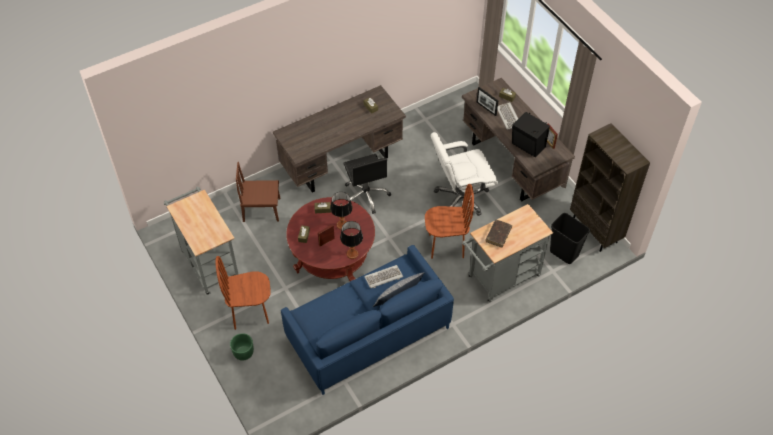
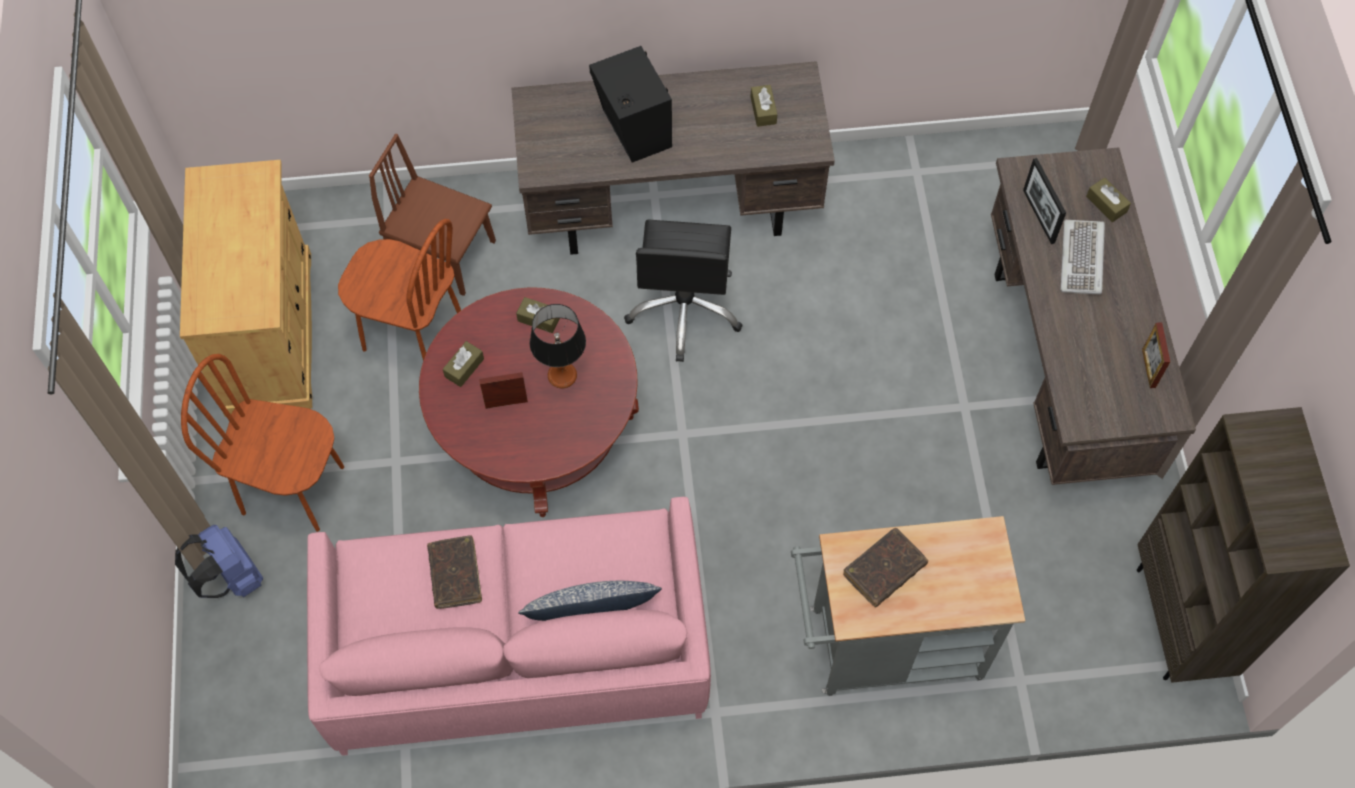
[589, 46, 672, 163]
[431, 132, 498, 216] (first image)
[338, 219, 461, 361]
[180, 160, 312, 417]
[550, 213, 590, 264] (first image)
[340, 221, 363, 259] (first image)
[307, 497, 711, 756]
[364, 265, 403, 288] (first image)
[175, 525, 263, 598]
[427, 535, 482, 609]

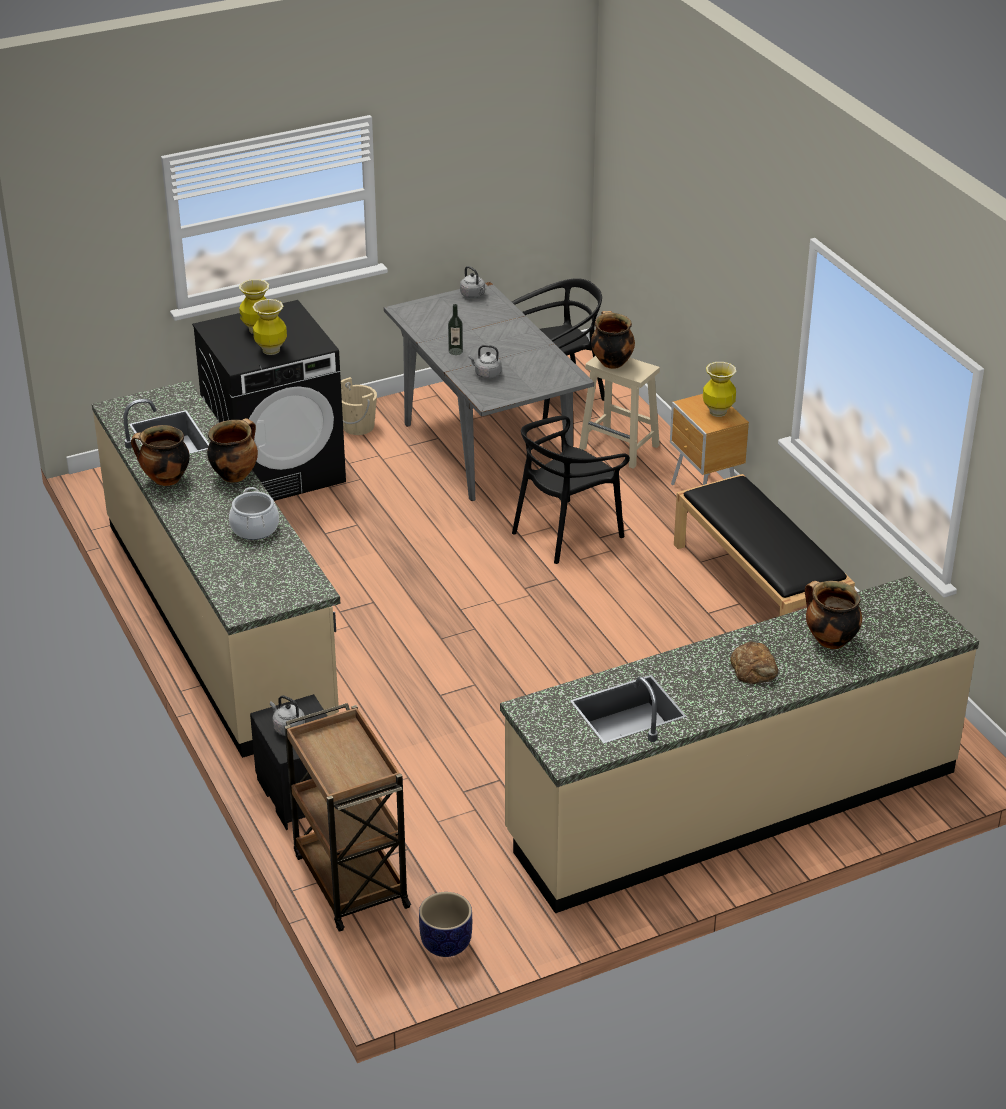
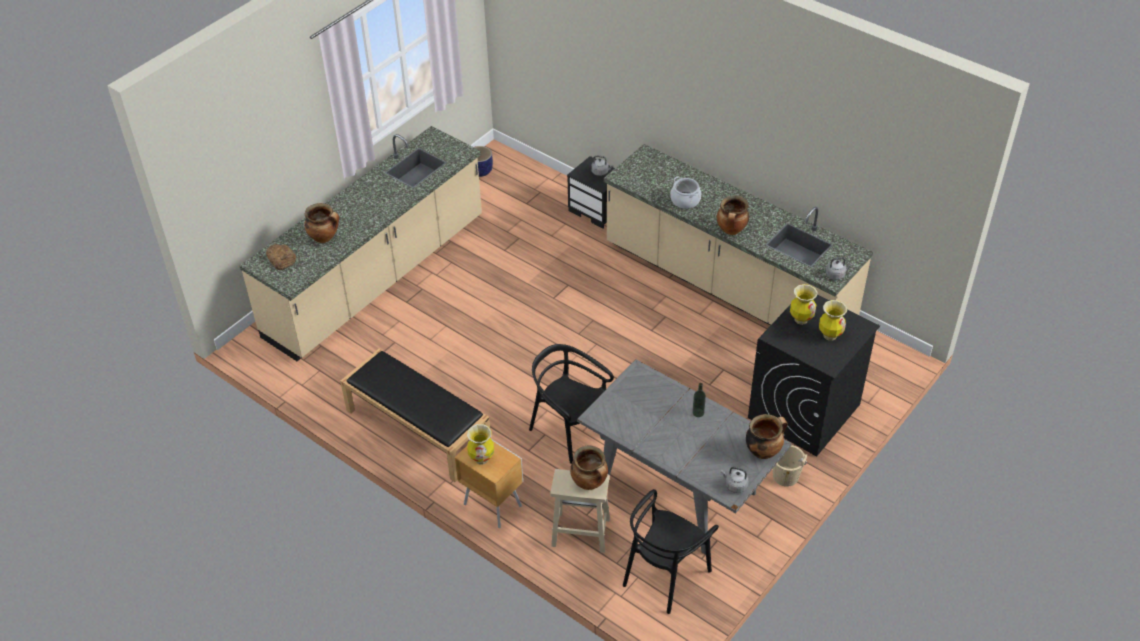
[826, 257, 852, 280]
[529, 344, 614, 464]
[746, 414, 788, 459]
[266, 244, 296, 270]
[284, 703, 411, 932] (first image)

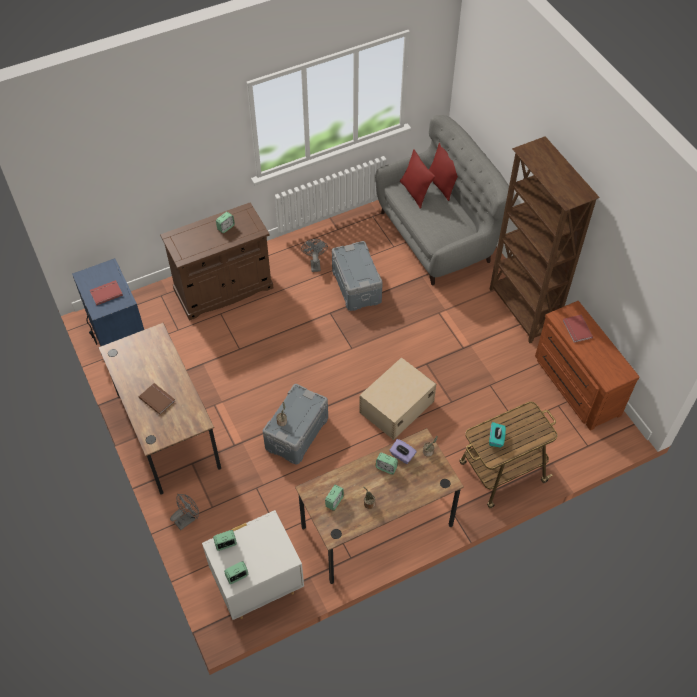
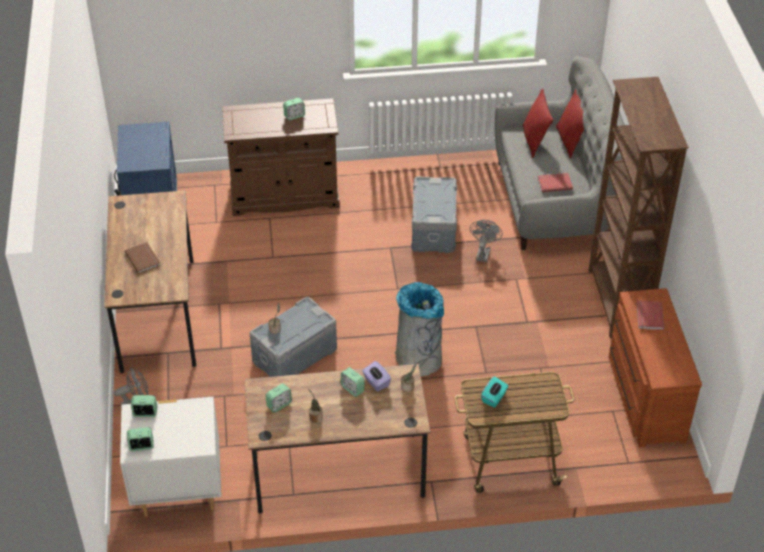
[470, 220, 503, 262]
[538, 173, 573, 192]
[395, 282, 444, 376]

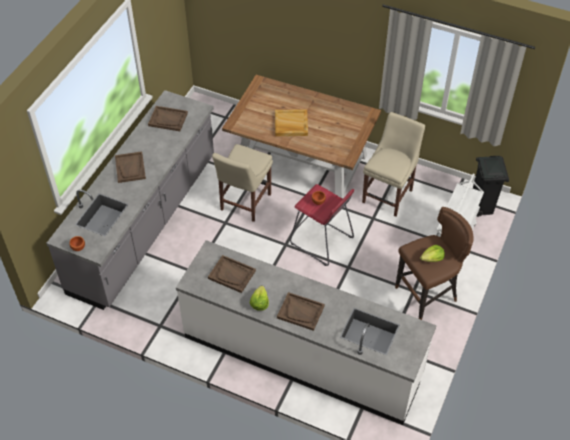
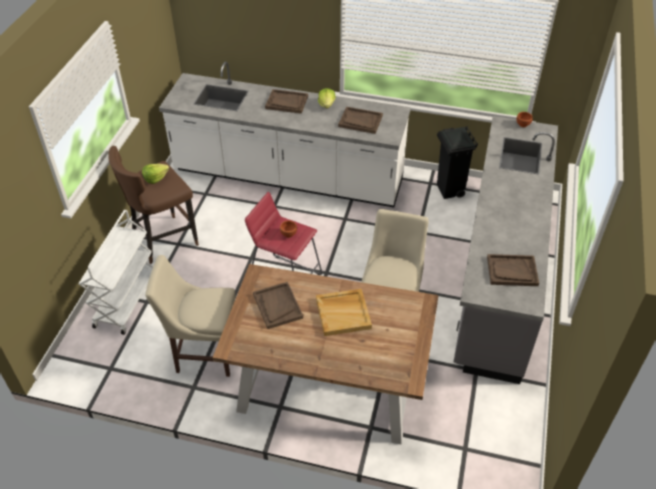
[145, 255, 235, 377]
[253, 282, 303, 329]
[437, 126, 478, 199]

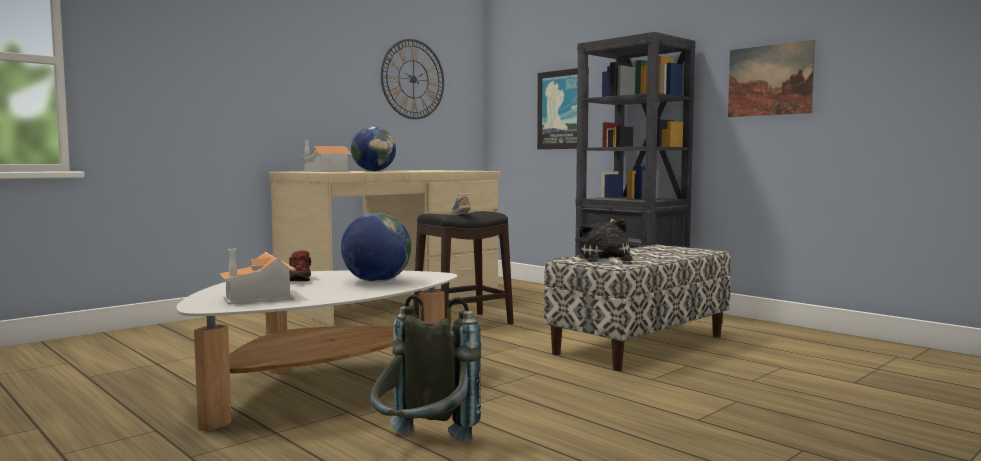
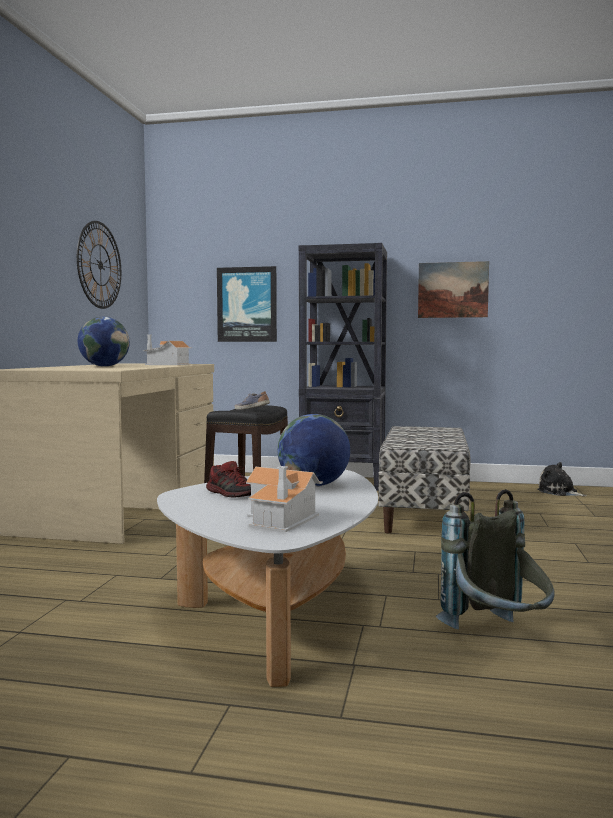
[143, 334, 192, 365]
[537, 462, 587, 496]

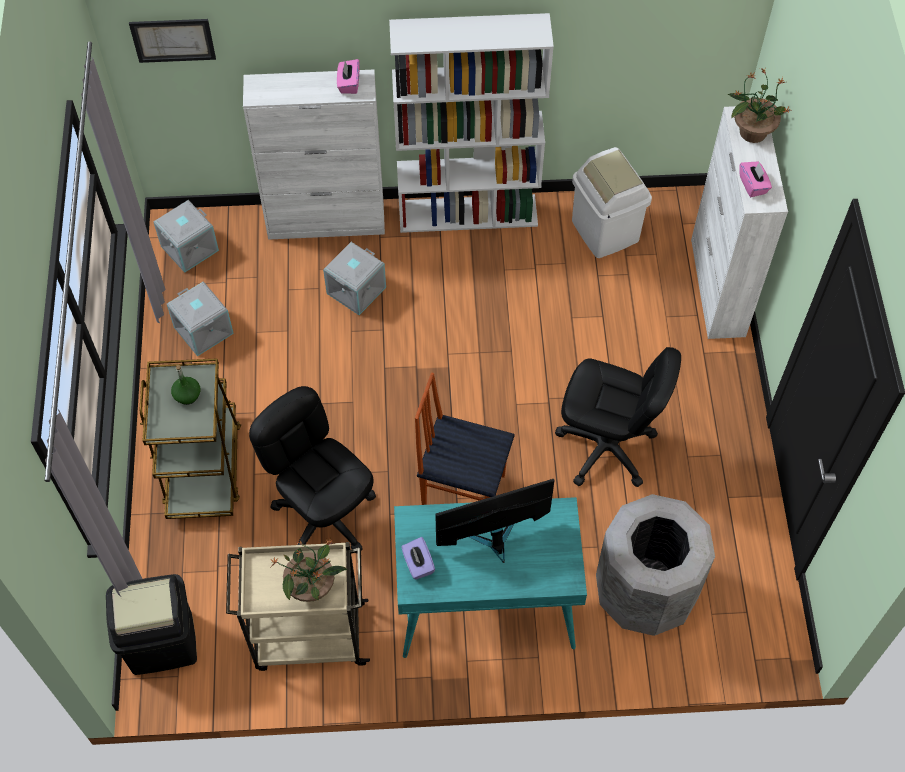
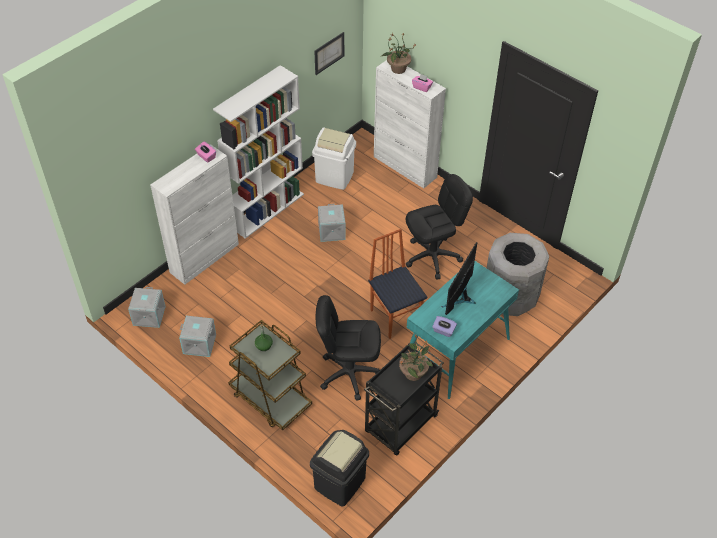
[314, 32, 344, 75]
[318, 204, 346, 242]
[368, 229, 427, 339]
[364, 342, 444, 456]

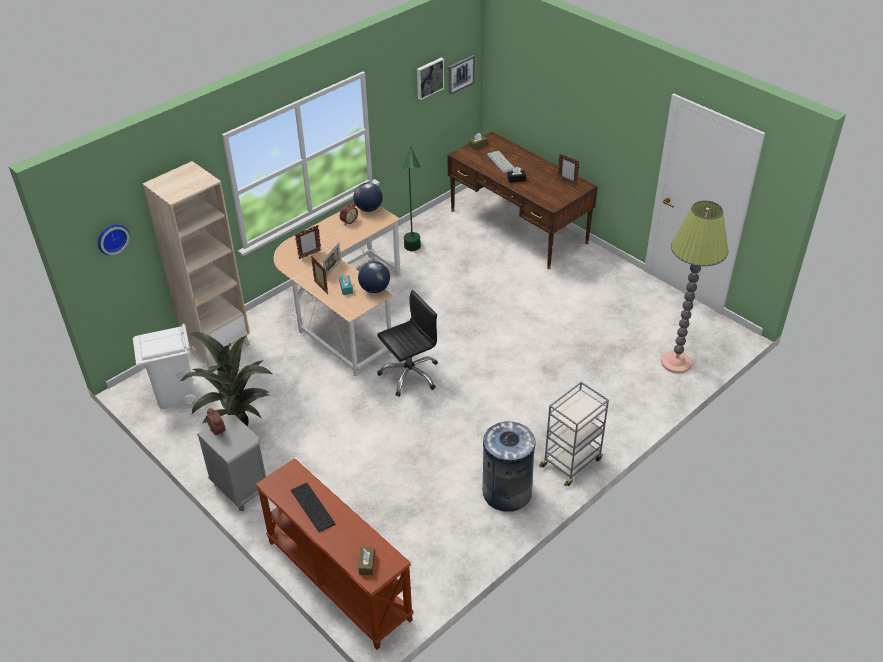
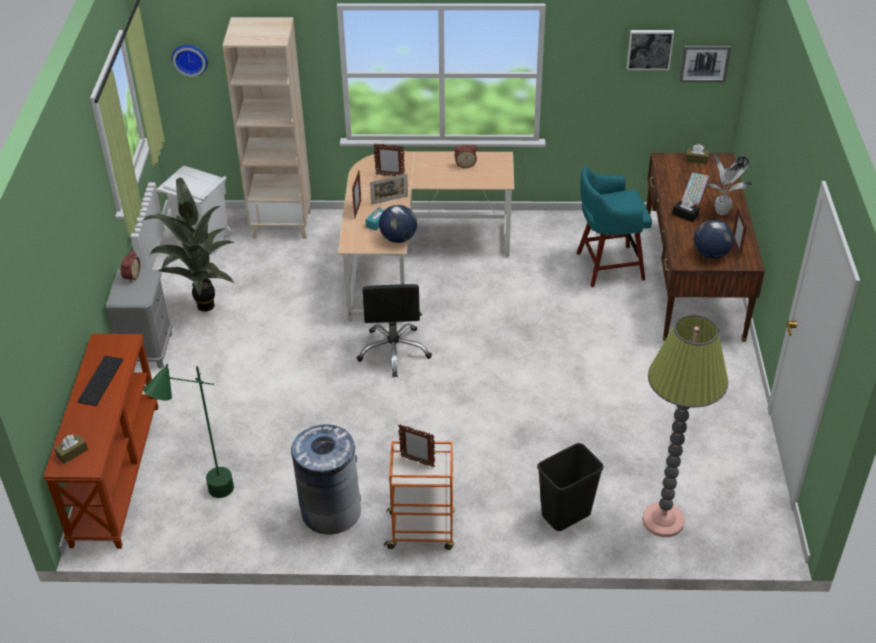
[143, 364, 234, 498]
[694, 220, 734, 259]
[356, 284, 432, 377]
[384, 441, 455, 550]
[707, 152, 752, 215]
[577, 166, 652, 287]
[398, 424, 435, 467]
[537, 443, 604, 531]

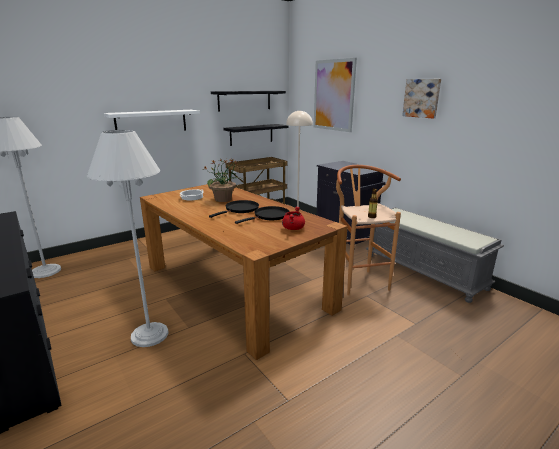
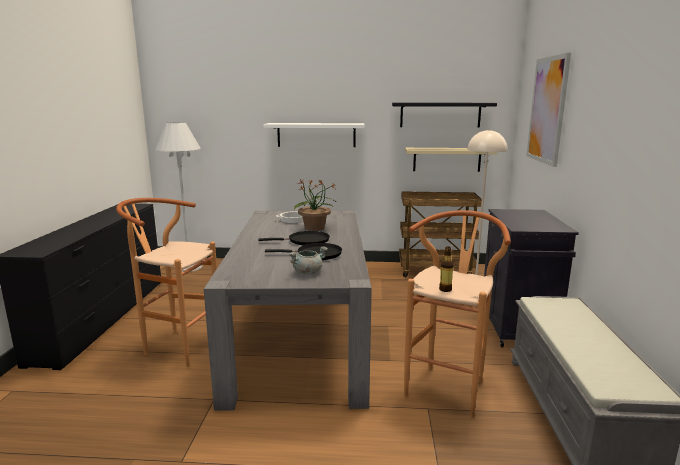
[402, 79, 441, 118] (first image)
[405, 148, 497, 172]
[116, 198, 217, 367]
[204, 210, 372, 411]
[289, 246, 328, 275]

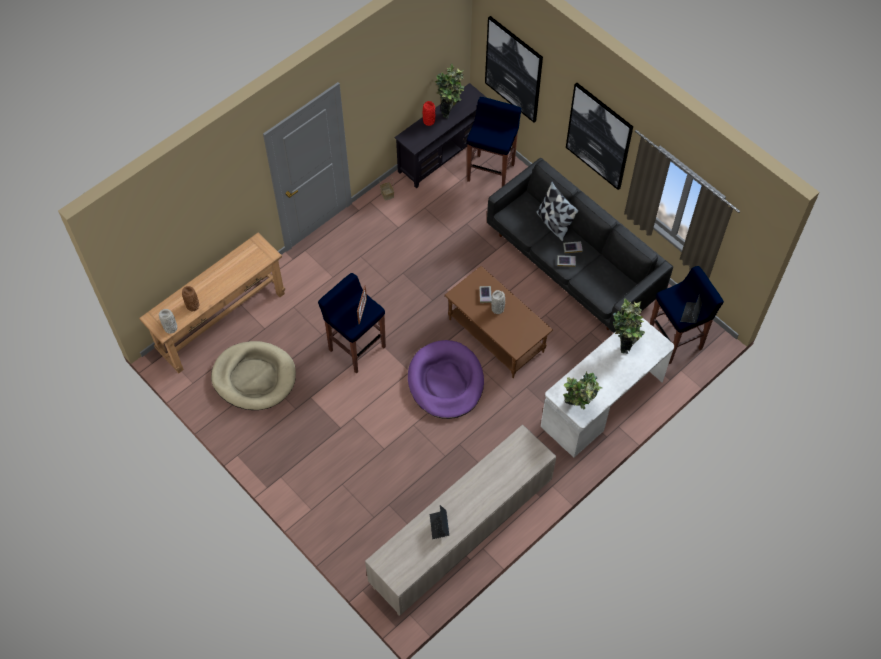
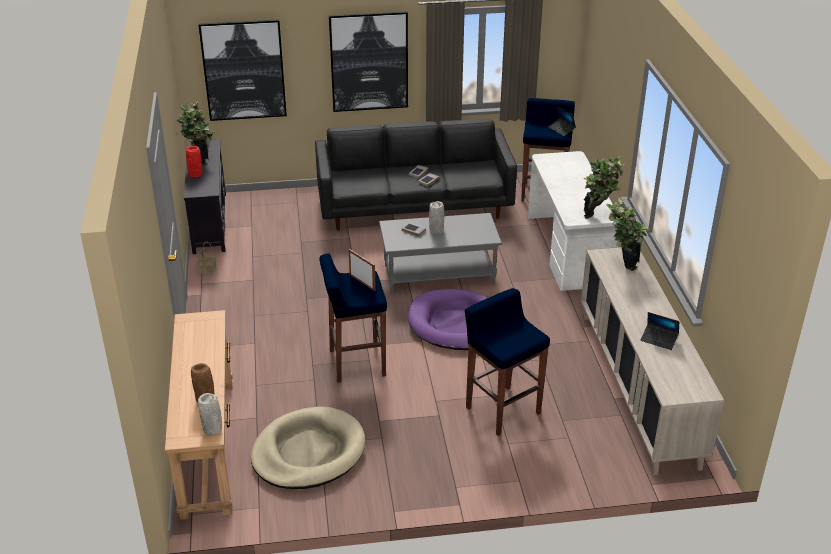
[465, 288, 550, 436]
[536, 181, 579, 242] (first image)
[379, 213, 502, 294]
[606, 198, 648, 271]

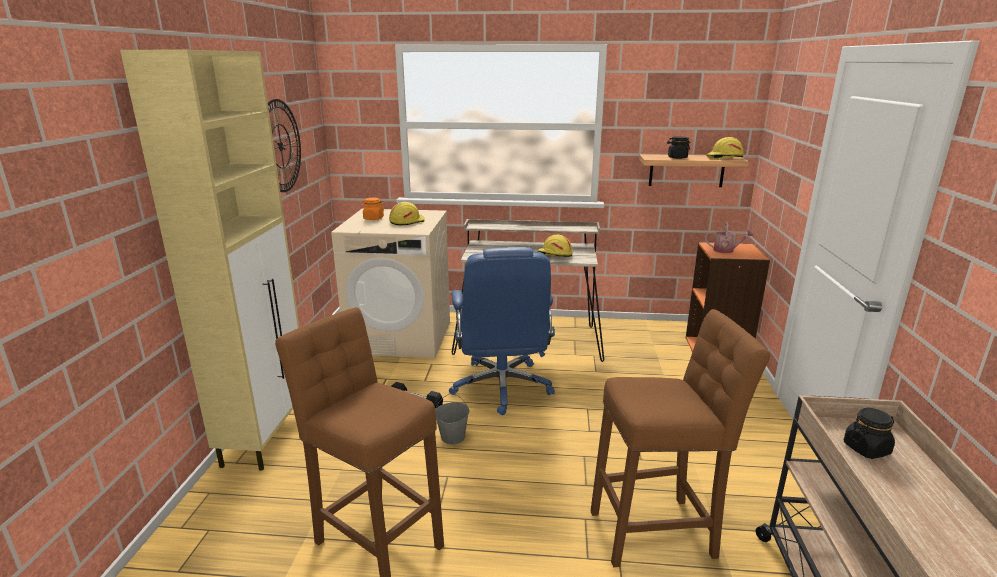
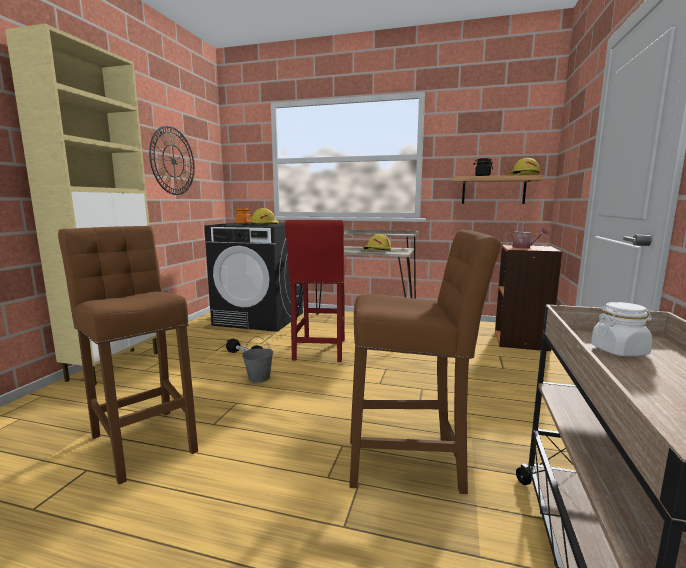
[204, 222, 303, 332]
[285, 220, 346, 362]
[591, 302, 653, 356]

